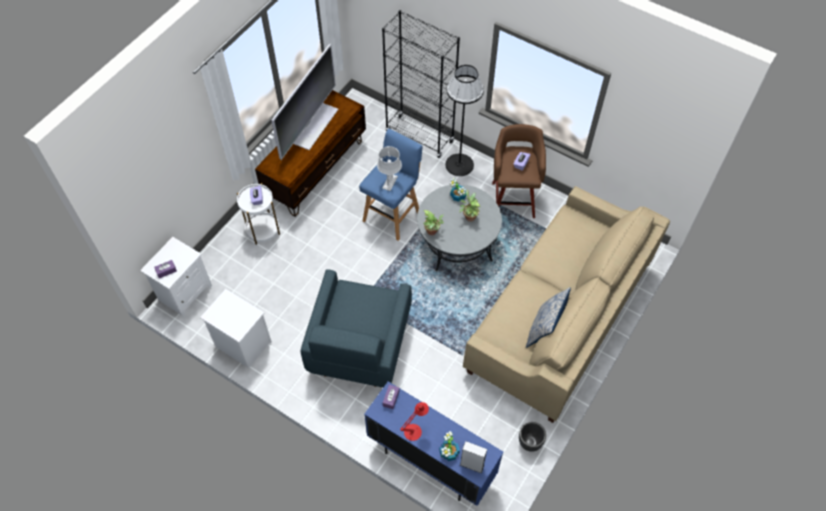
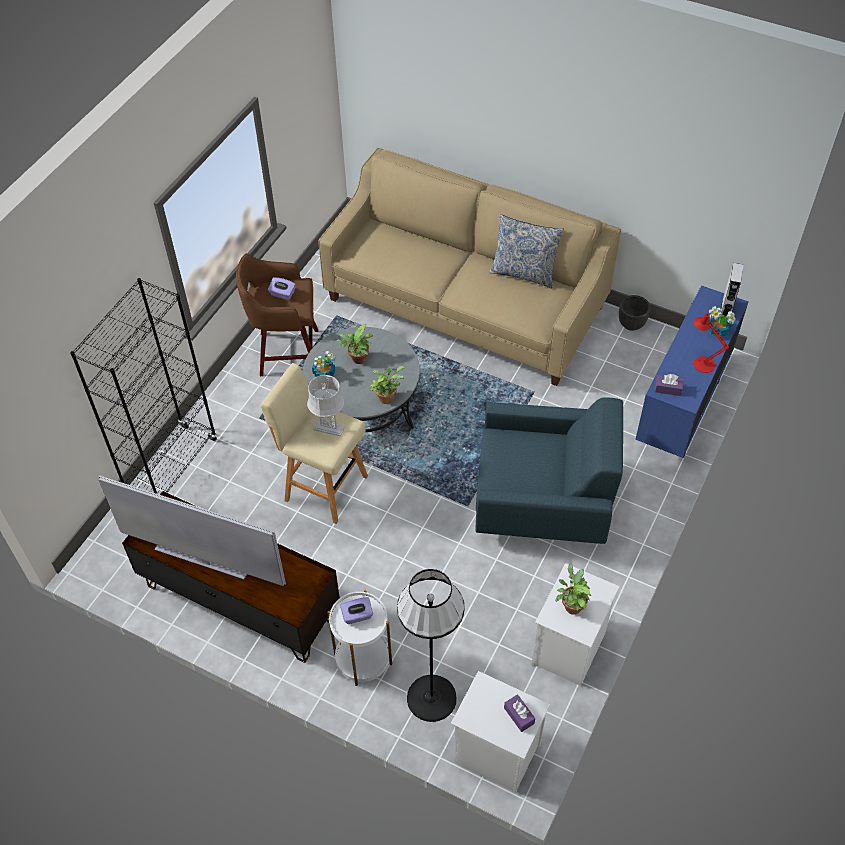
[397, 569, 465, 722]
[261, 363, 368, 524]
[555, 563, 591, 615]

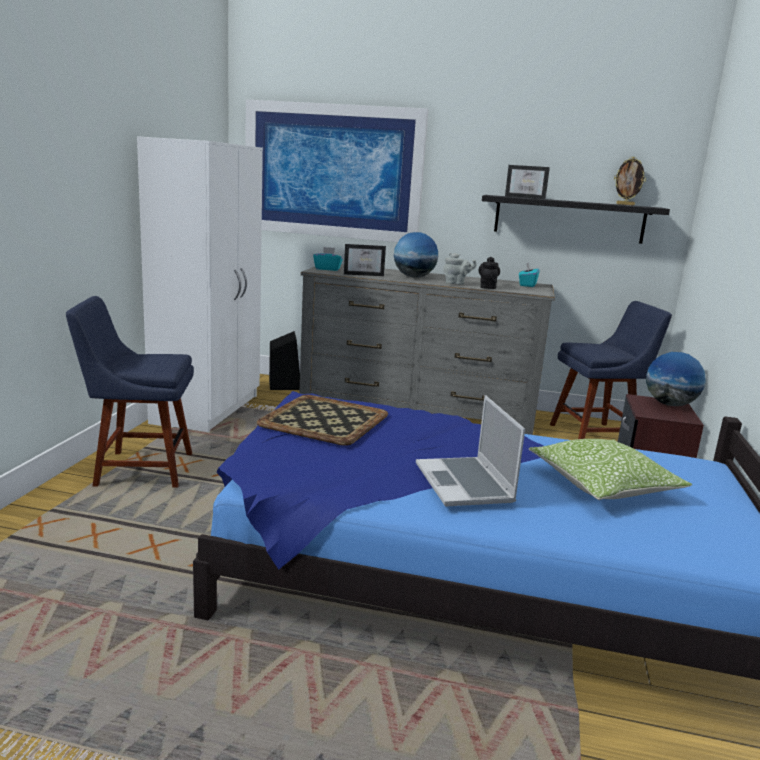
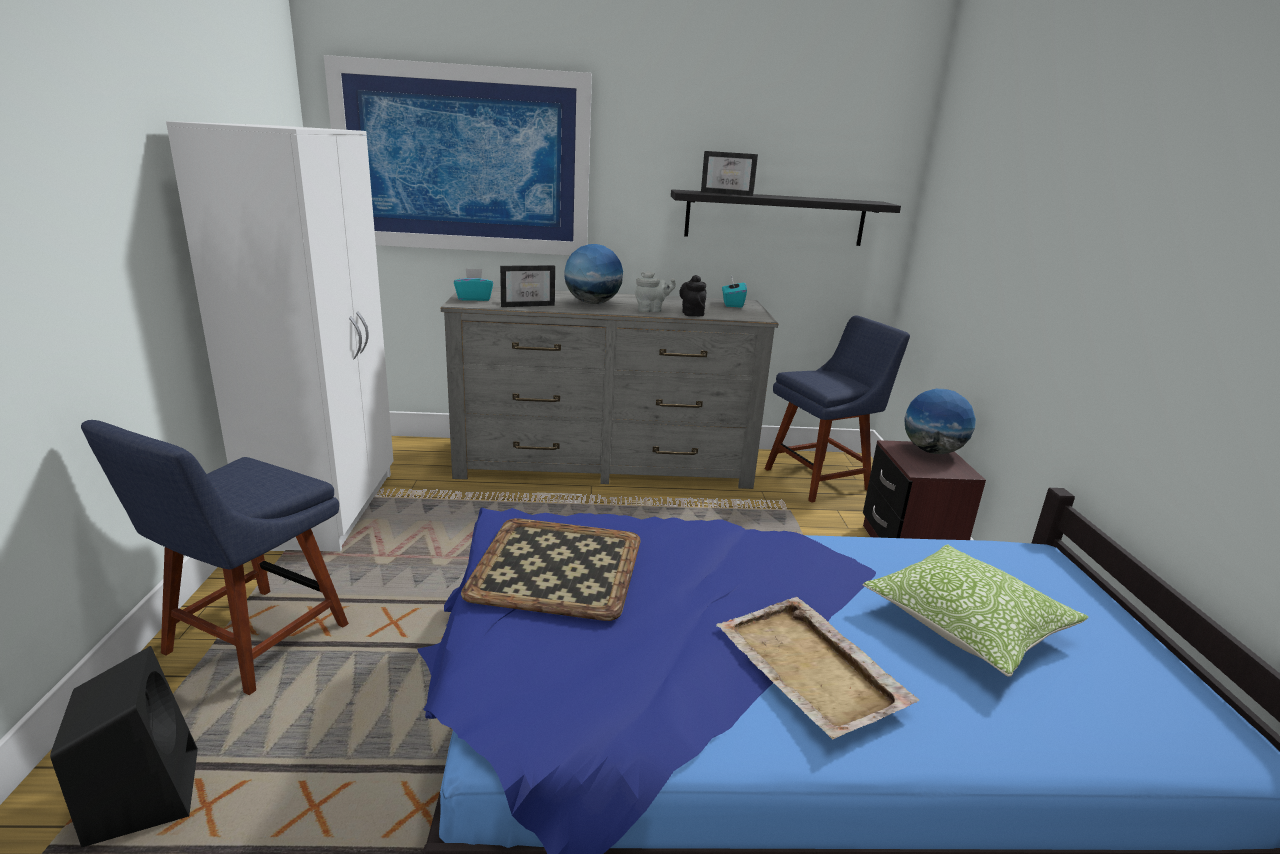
[614, 157, 646, 206] (first image)
[81, 420, 349, 695]
[50, 646, 198, 847]
[716, 597, 919, 739]

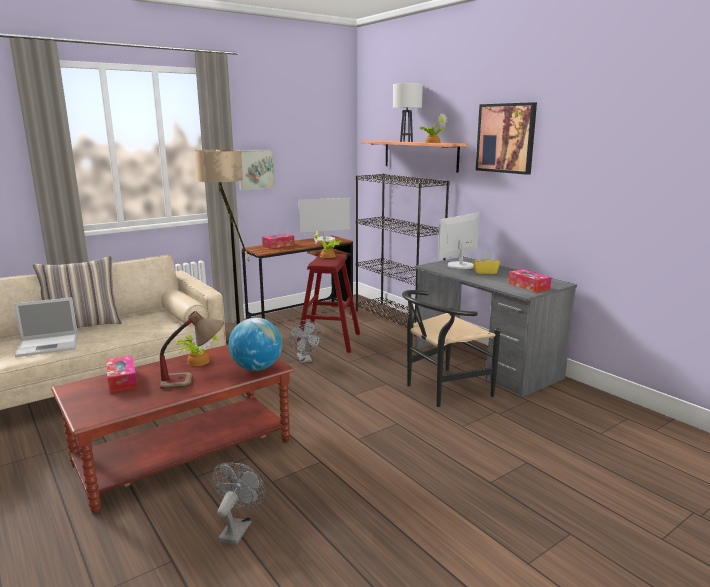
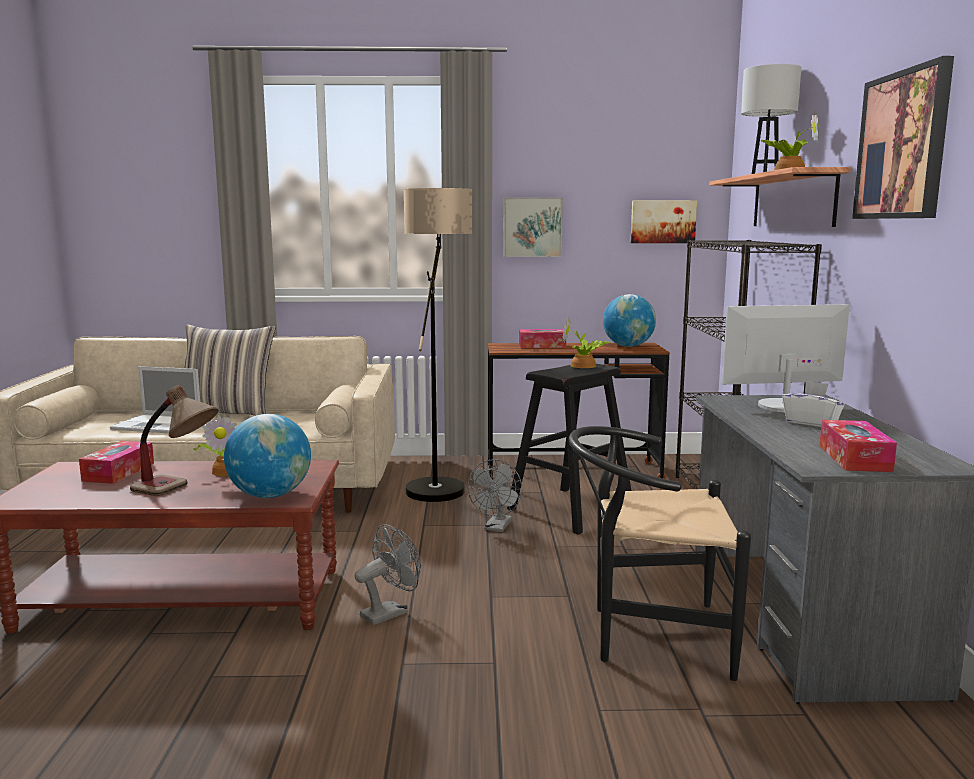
[603, 294, 656, 347]
[782, 381, 845, 427]
[507, 364, 631, 535]
[354, 524, 421, 625]
[631, 200, 697, 243]

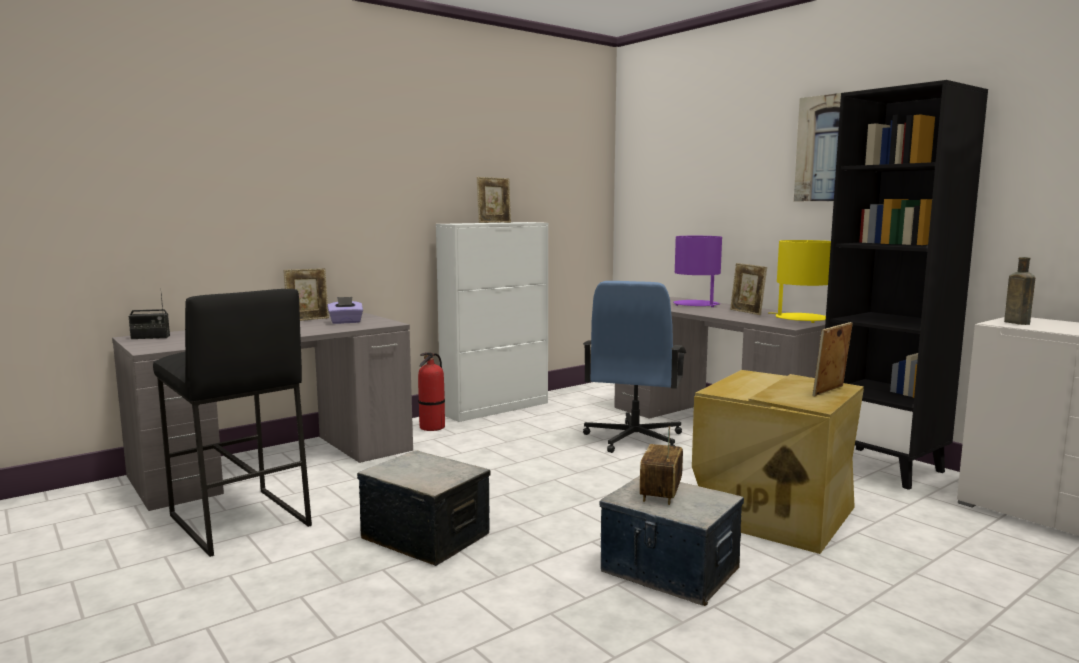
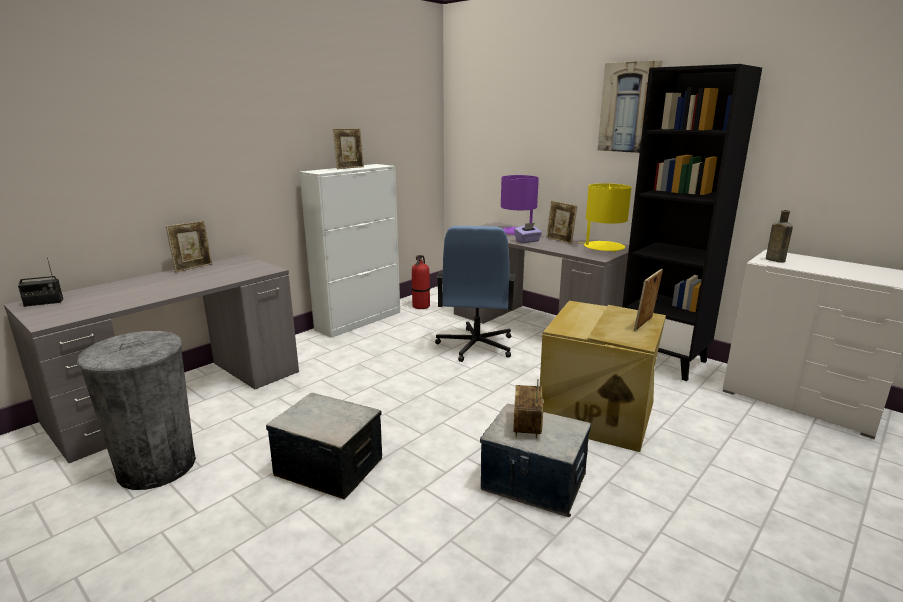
[77, 331, 196, 490]
[514, 223, 542, 243]
[412, 255, 430, 309]

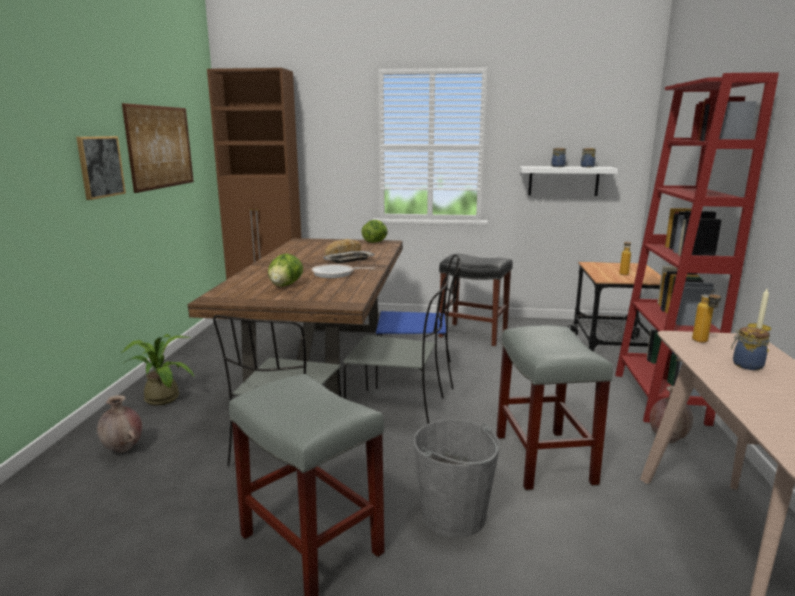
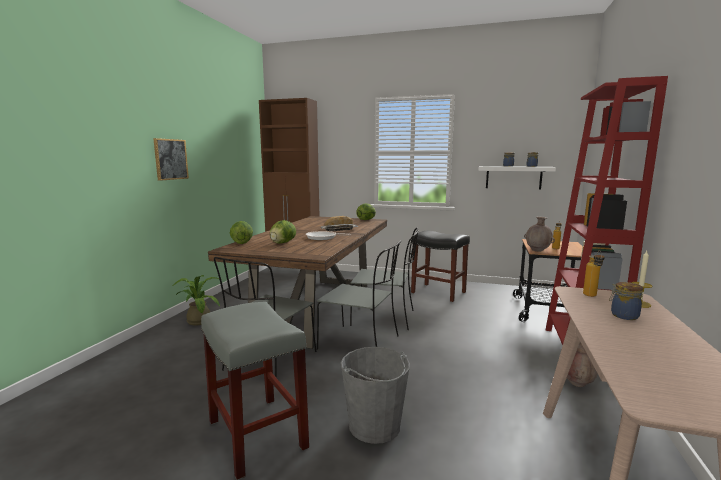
[122, 103, 194, 193] (first image)
[350, 228, 418, 330]
[496, 325, 613, 491] (first image)
[524, 217, 555, 252]
[230, 221, 253, 244]

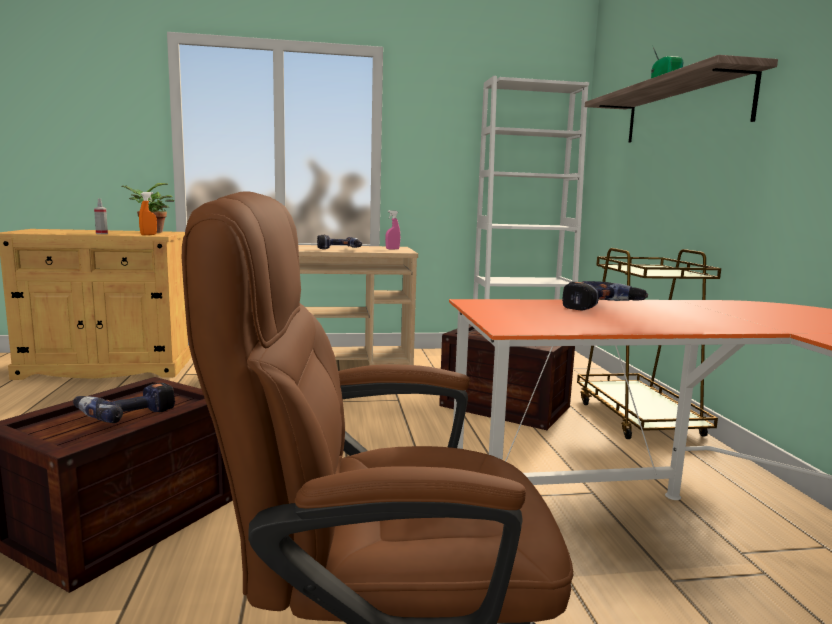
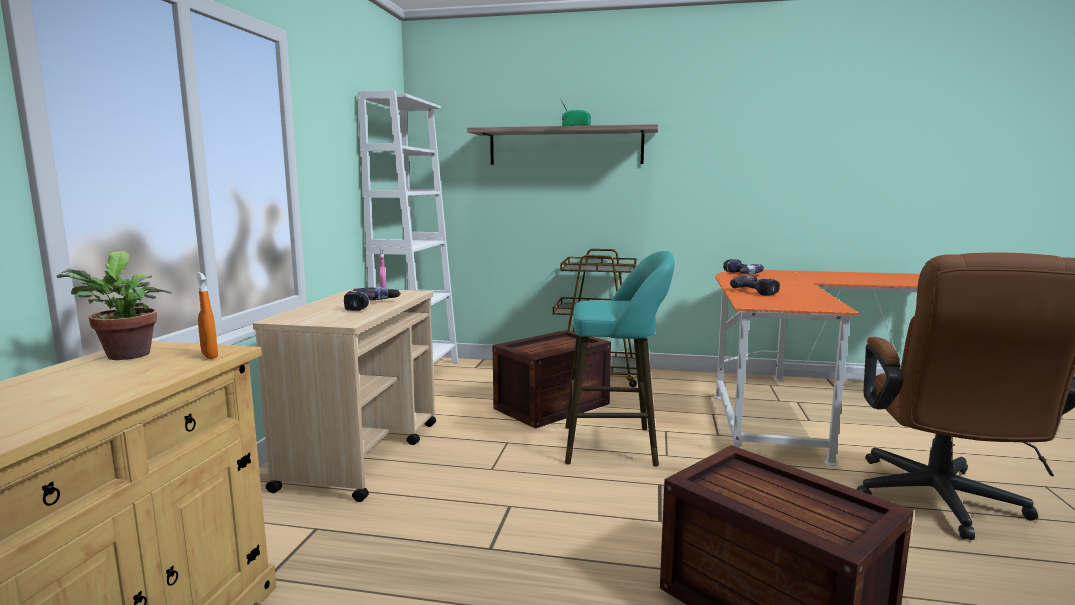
[94, 199, 108, 234] (first image)
[723, 259, 764, 275]
[565, 251, 674, 467]

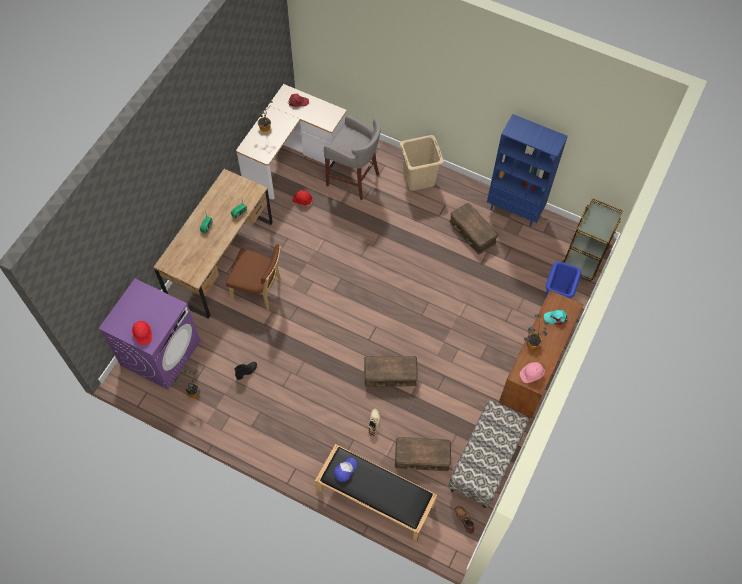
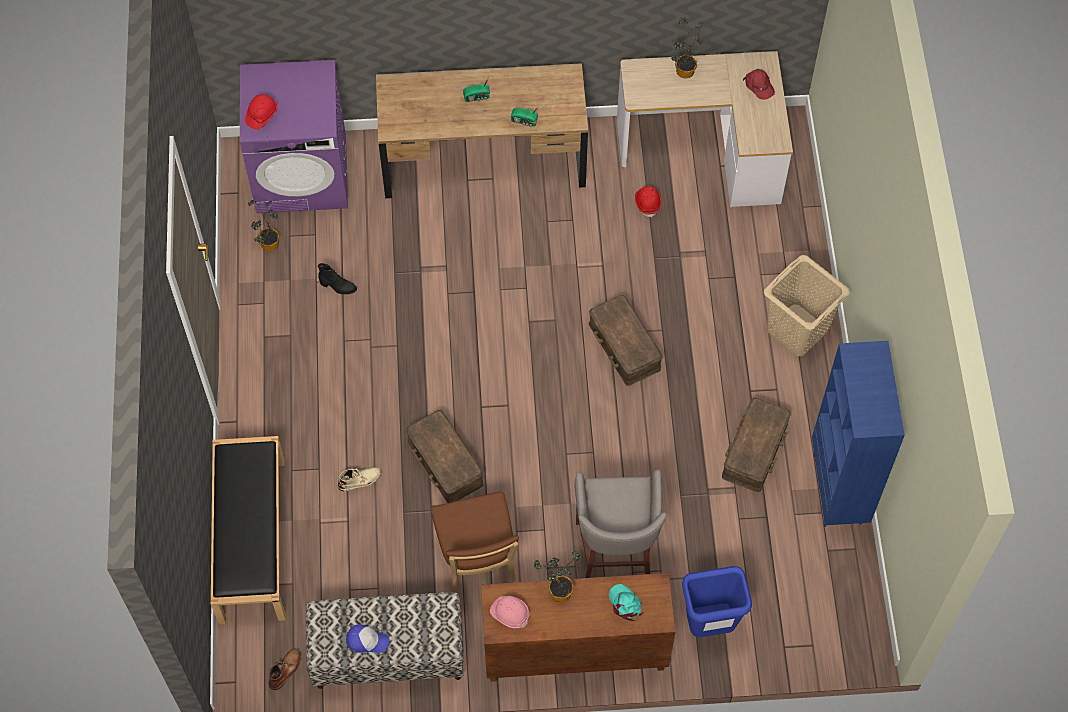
[574, 469, 667, 578]
[562, 198, 623, 282] (first image)
[431, 492, 519, 593]
[589, 295, 663, 386]
[346, 624, 389, 653]

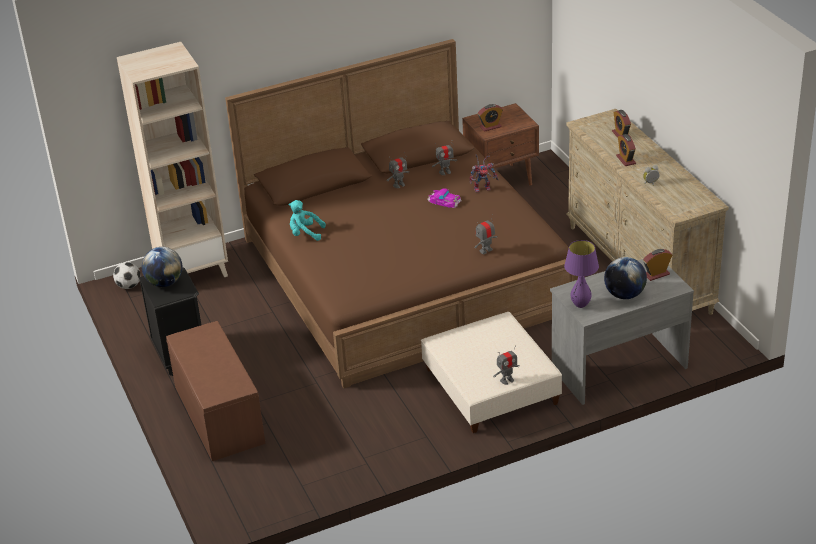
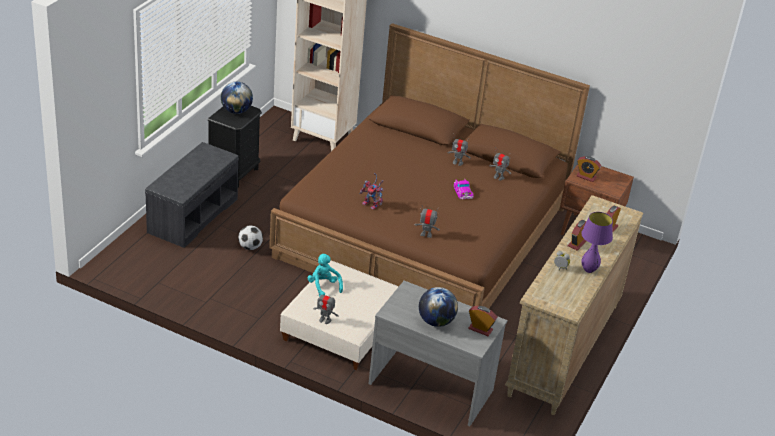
[359, 173, 384, 210]
[308, 254, 343, 296]
[581, 212, 613, 273]
[238, 226, 263, 250]
[145, 142, 239, 248]

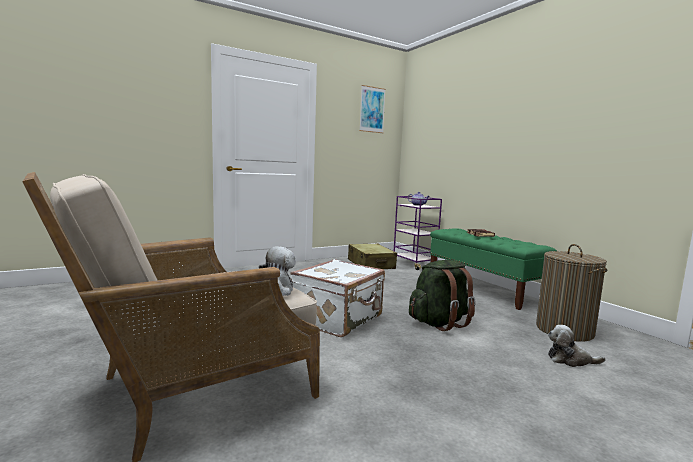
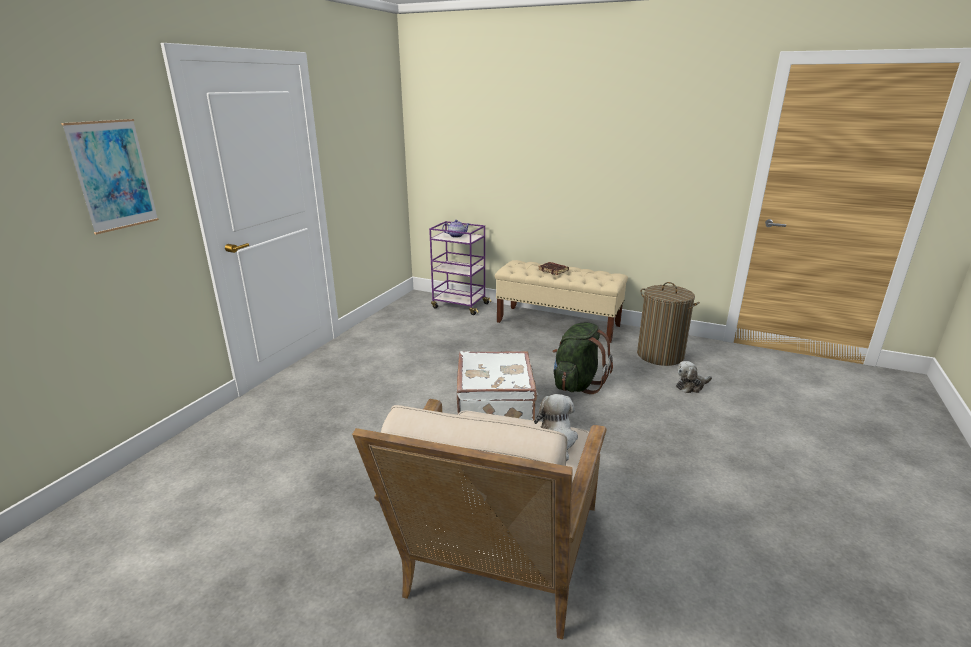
[61, 119, 159, 234]
[495, 260, 628, 343]
[348, 243, 397, 269] (first image)

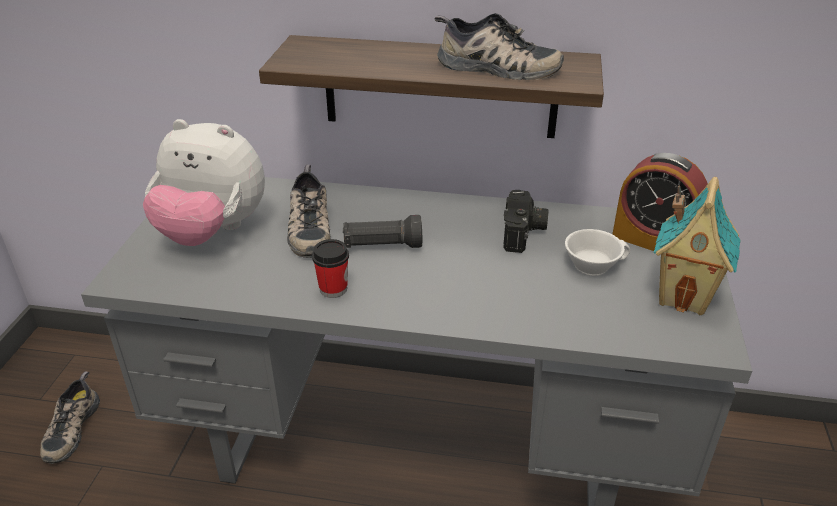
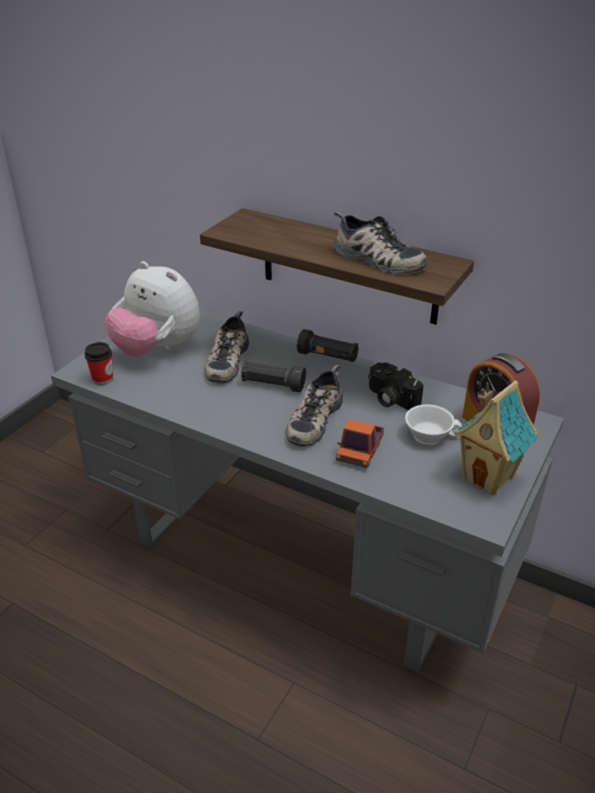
[368, 362, 423, 410]
[84, 342, 113, 385]
[286, 365, 343, 447]
[297, 329, 358, 362]
[336, 419, 384, 468]

